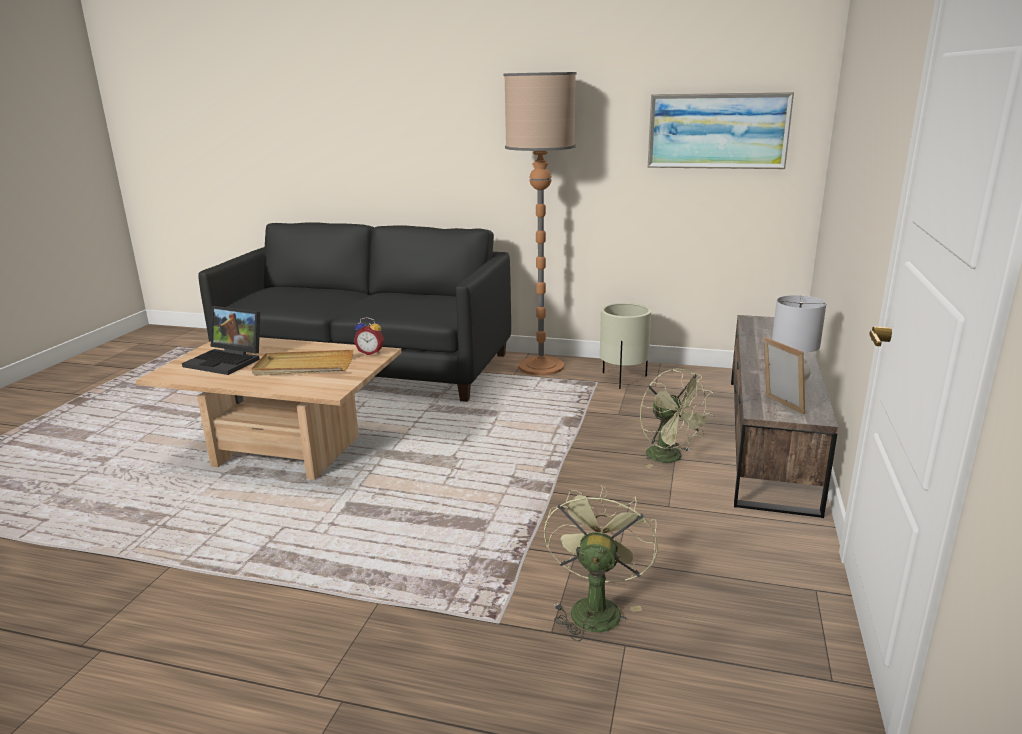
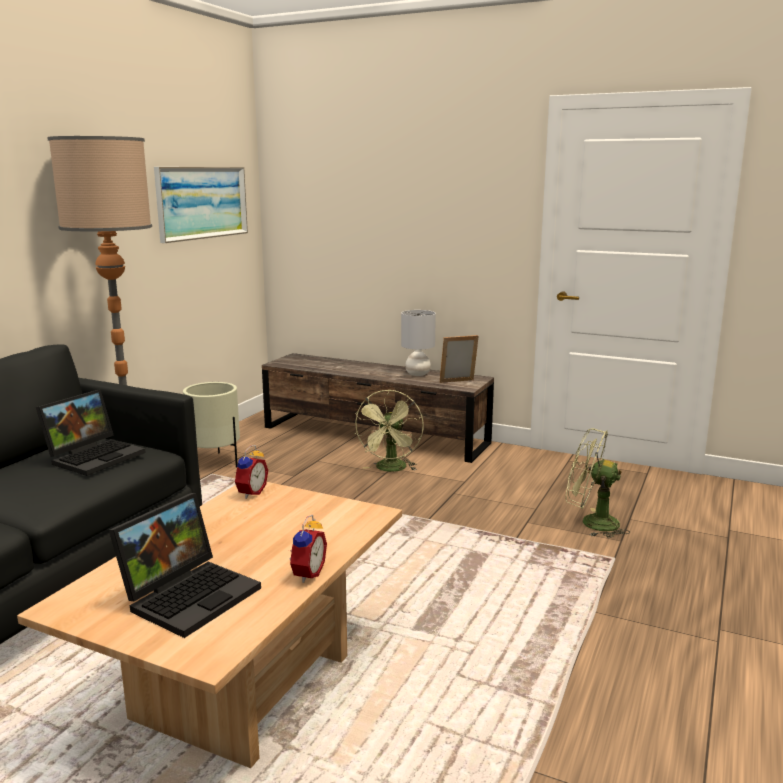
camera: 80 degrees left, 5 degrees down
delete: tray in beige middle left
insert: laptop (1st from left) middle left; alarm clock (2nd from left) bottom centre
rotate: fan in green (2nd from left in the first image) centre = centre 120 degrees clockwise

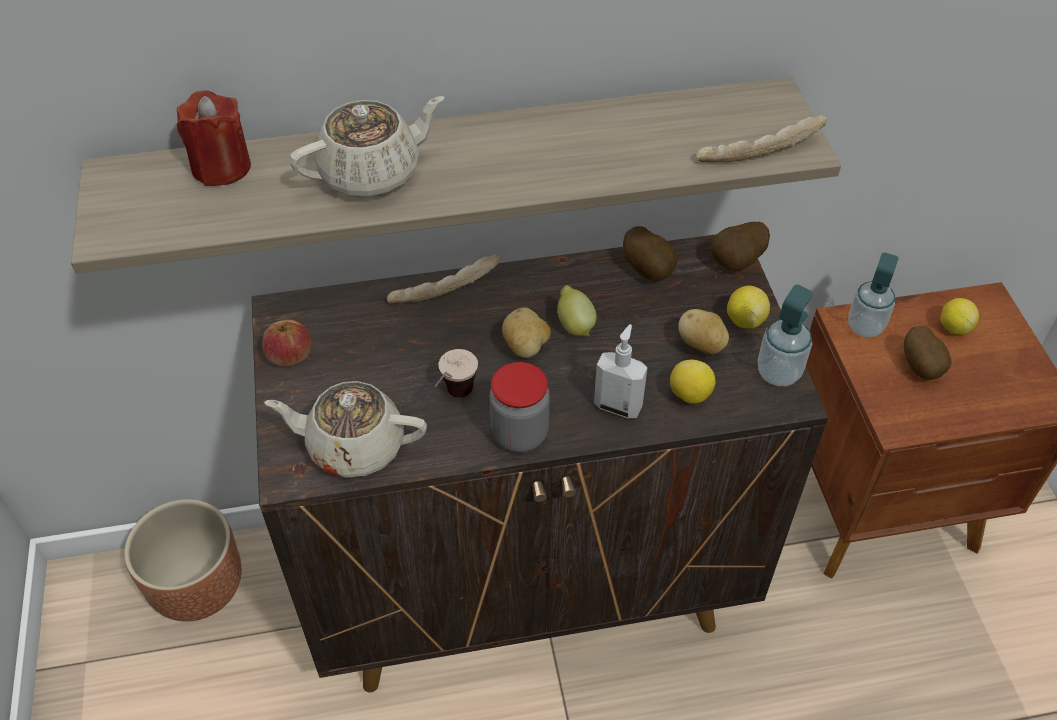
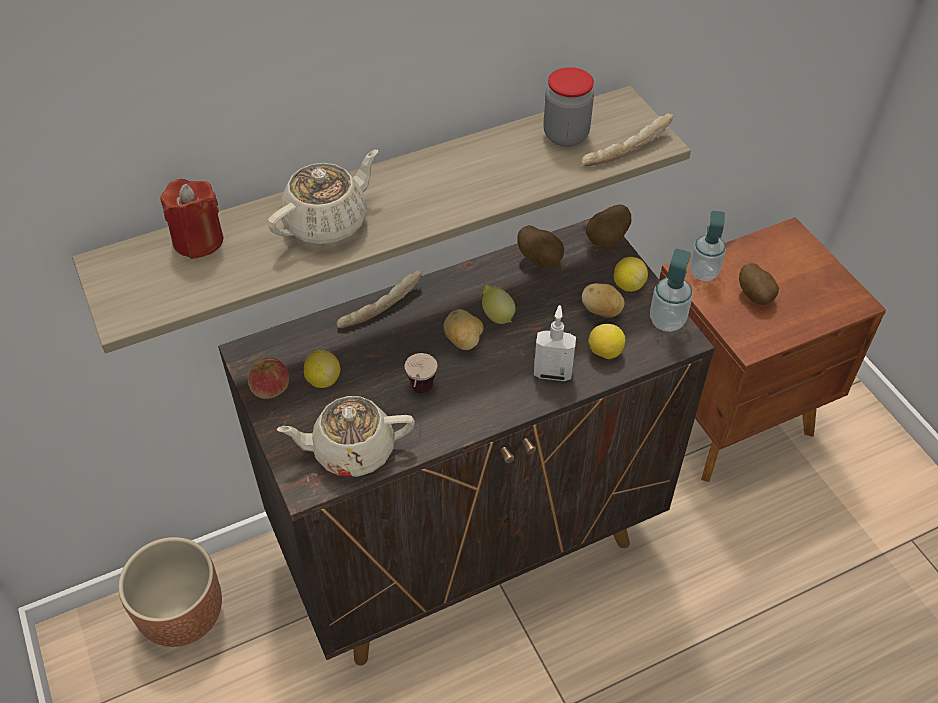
camera: 15 degrees left, 0 degrees up
move: lemon (4th from left in the first image) middle right to lemon (1st from left) centre; jar centre to top centre

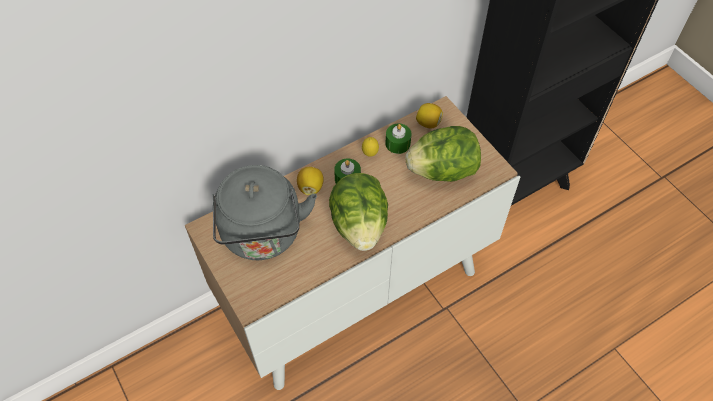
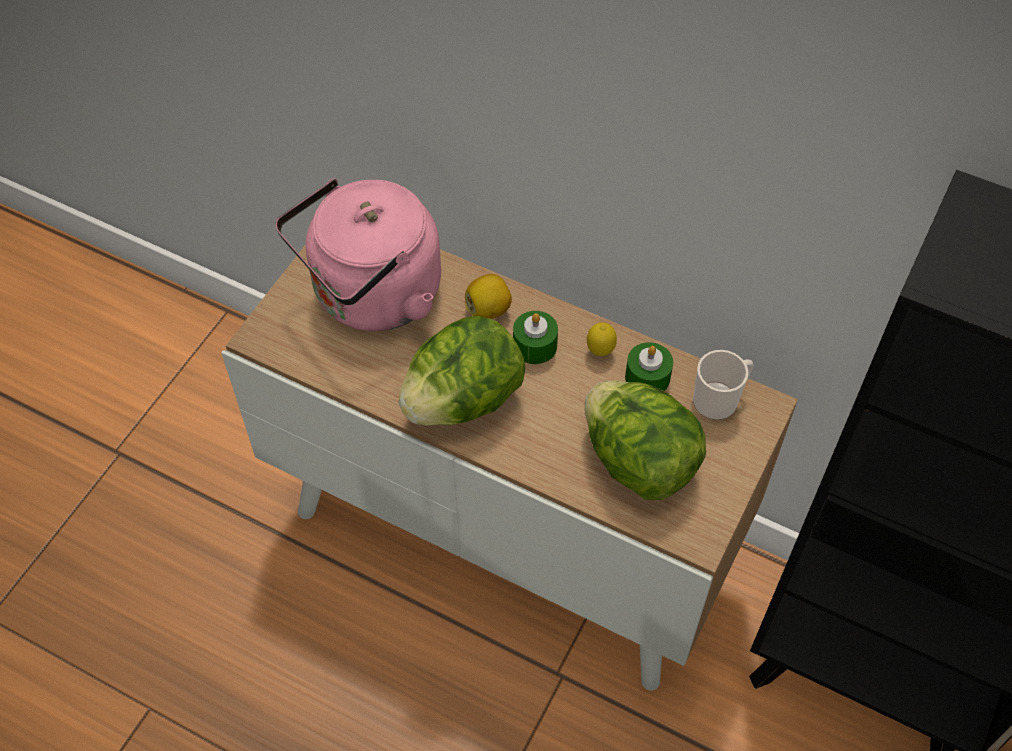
camera: 60 degrees right, 0 degrees up
replace: lemon (3rd from left) top centre to mug middle right
recolor: kettle in grey centre to kettle in pink centre

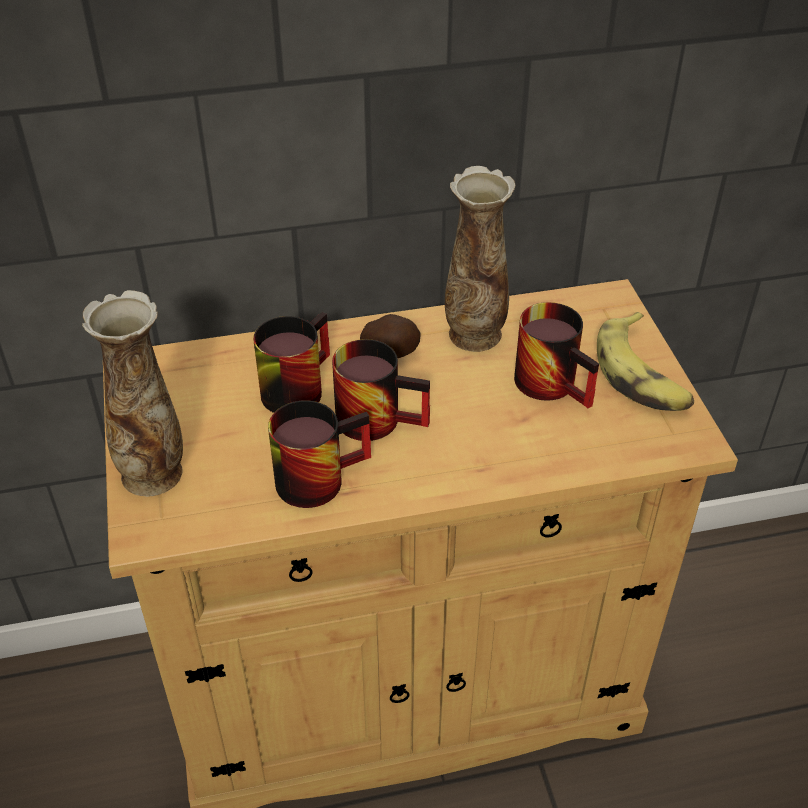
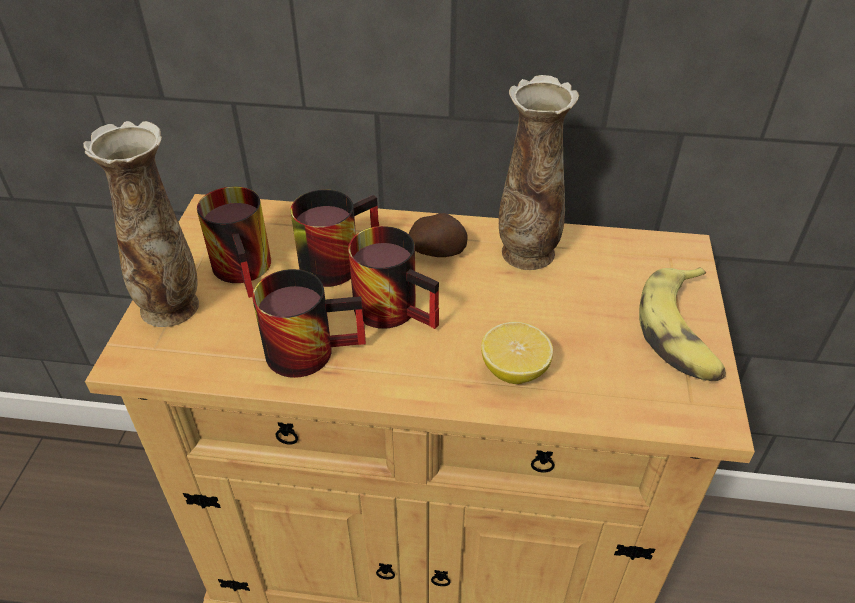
camera: 20 degrees right, 0 degrees up
insert: lemon centre
move: mug (4th from left in the first image) middle right to mug (1st from left) middle left

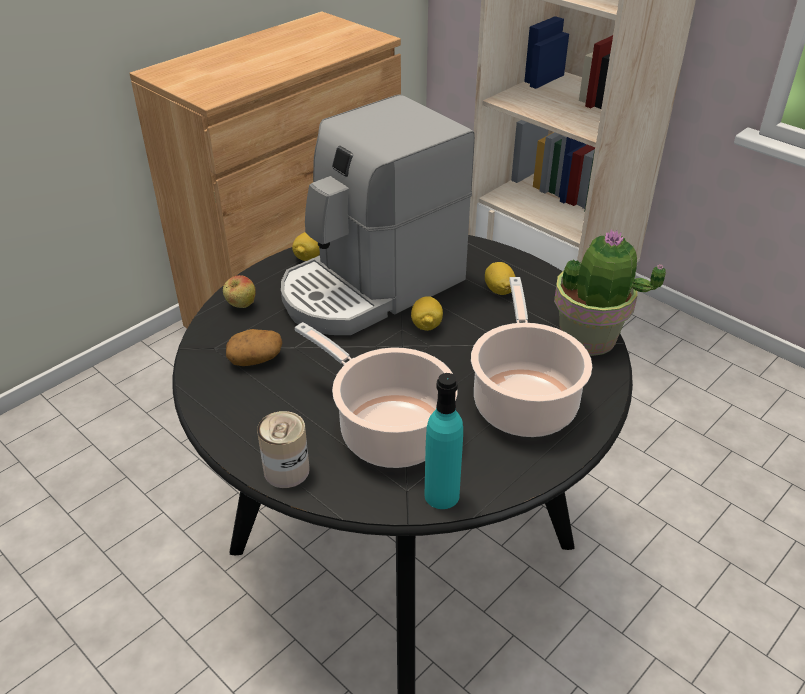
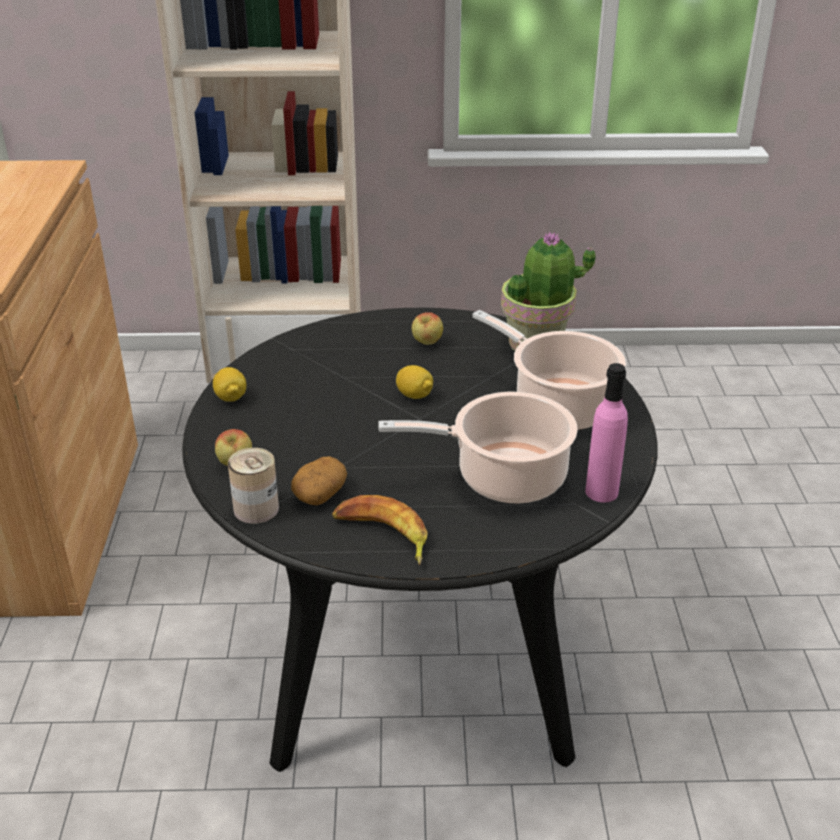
camera: 45 degrees left, 5 degrees down
delete: coffee machine top centre
insert: banana centre
move: can centre to middle left
replace: lemon (3rd from left) centre to apple (2nd from left) centre
recolor: bottle in turquoise centre to bottle in pink middle right

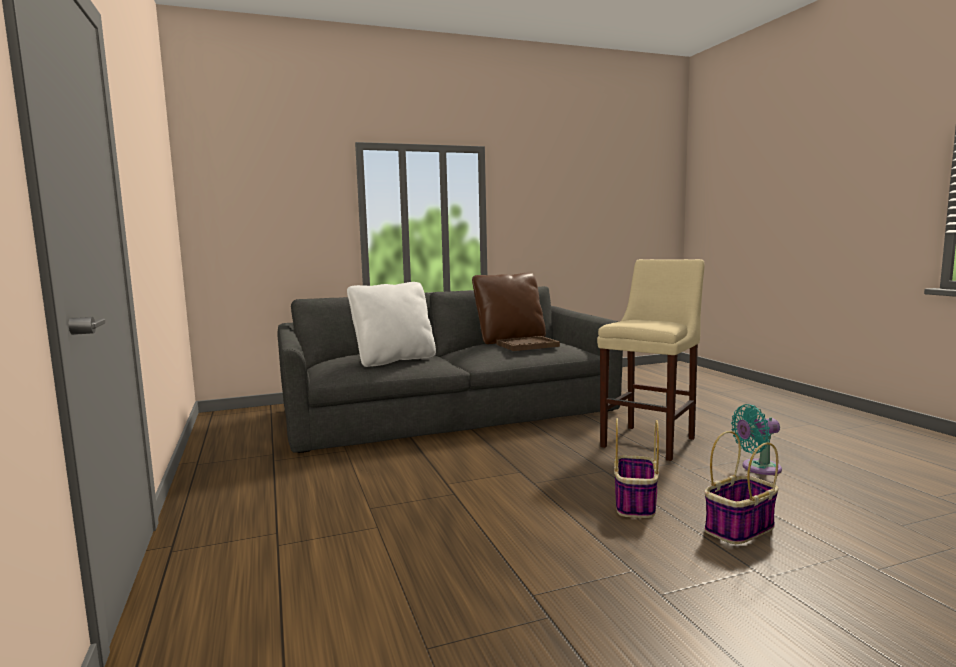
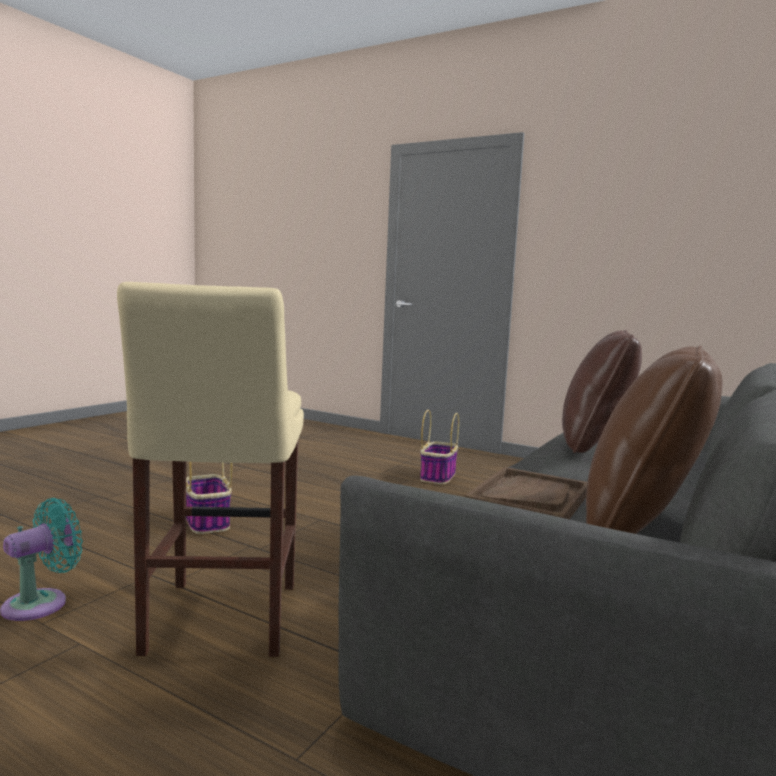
camera: 140 degrees right, 0 degrees up
move: basket (2nd from left) bottom right to centre
recolor: pillow in white centre to pillow in brown (1st from left) middle right

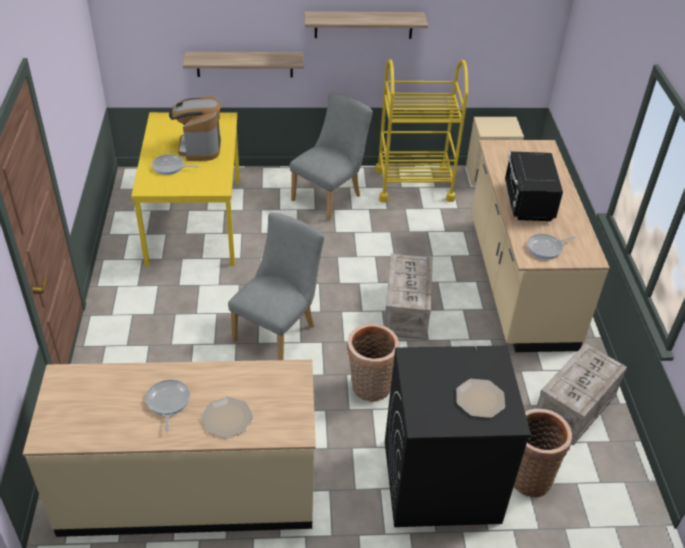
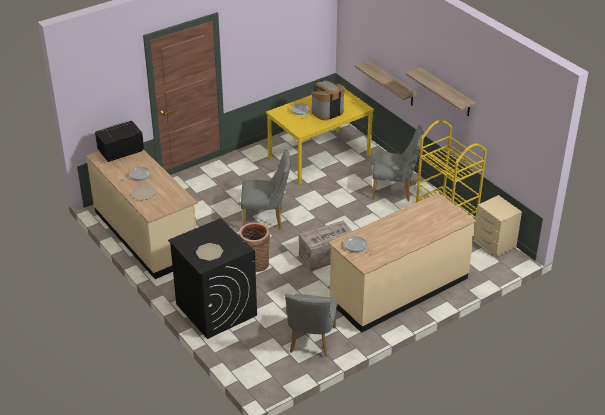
camera: 60 degrees right, 5 degrees down
delete: basket (2nd from left) bottom right
move: microwave in black middle right to middle left
replace: crate (2nd from left) bottom right to chair in grey (2nd from left) bottom centre

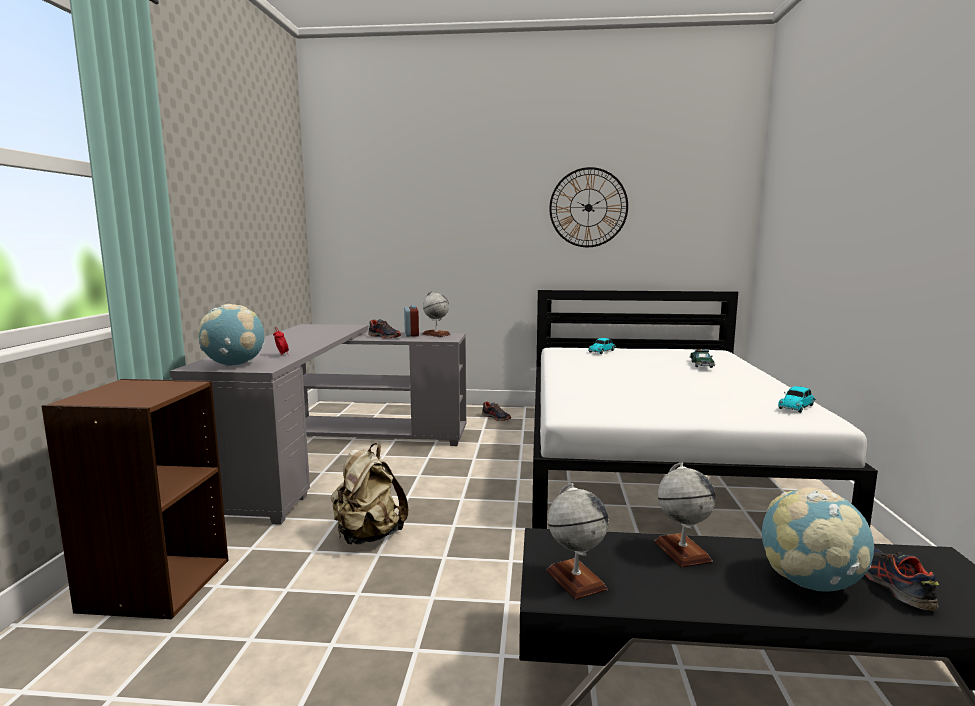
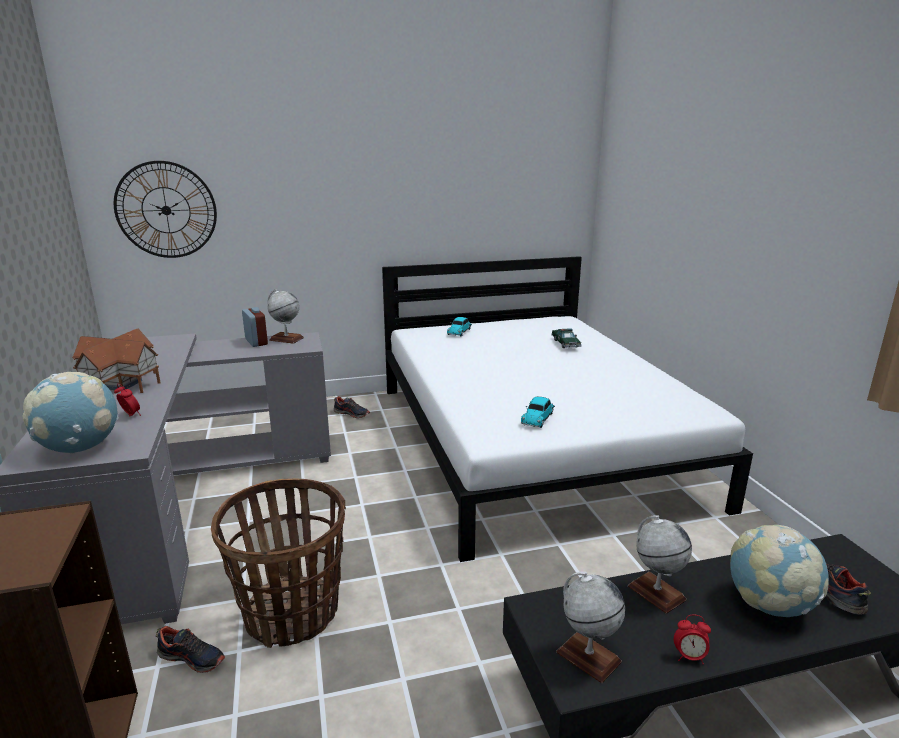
camera: 20 degrees left, 10 degrees up
insert: toy house middle left; alarm clock (3rd from left) bottom right
move: wall clock top centre to top left; shoe (1st from left) centre to bottom left; toy car (3rd from left in the first image) middle right to toy car (2nd from left) centre
replace: backpack in beige bottom centre to basket bottom left

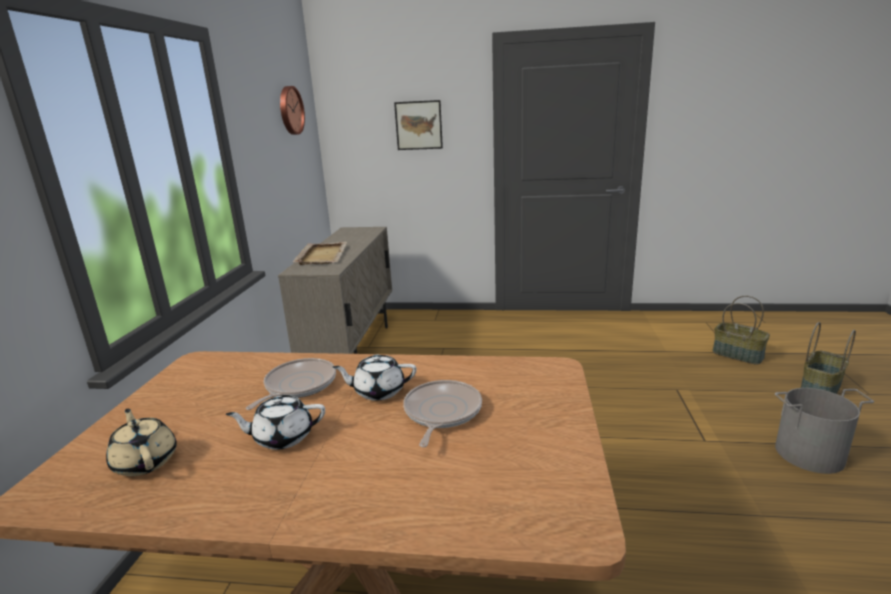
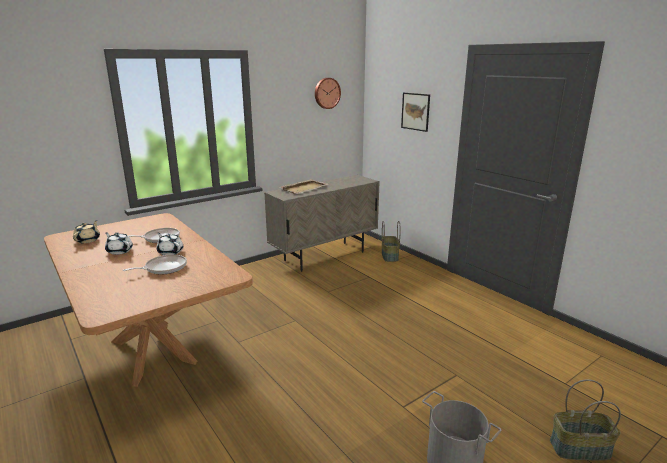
camera: 45 degrees right, 0 degrees up
move: basket (1st from left) middle right to centre

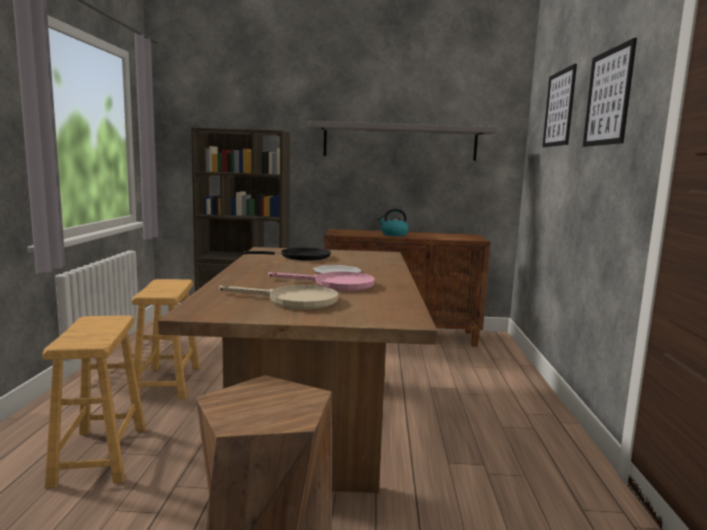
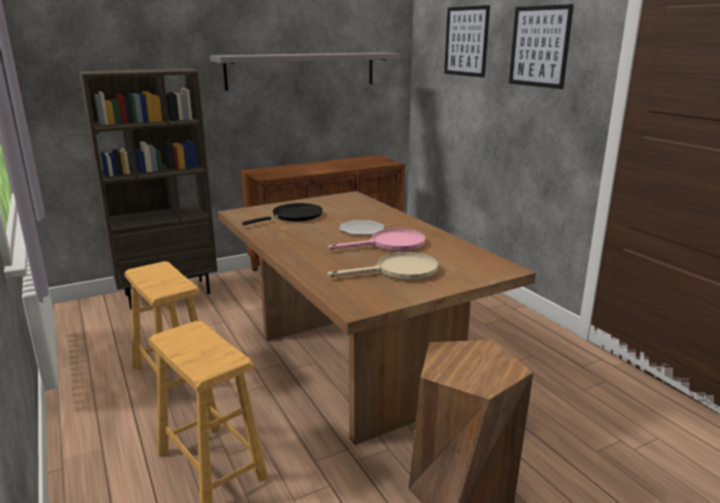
camera: 30 degrees left, 10 degrees up
delete: kettle centre

